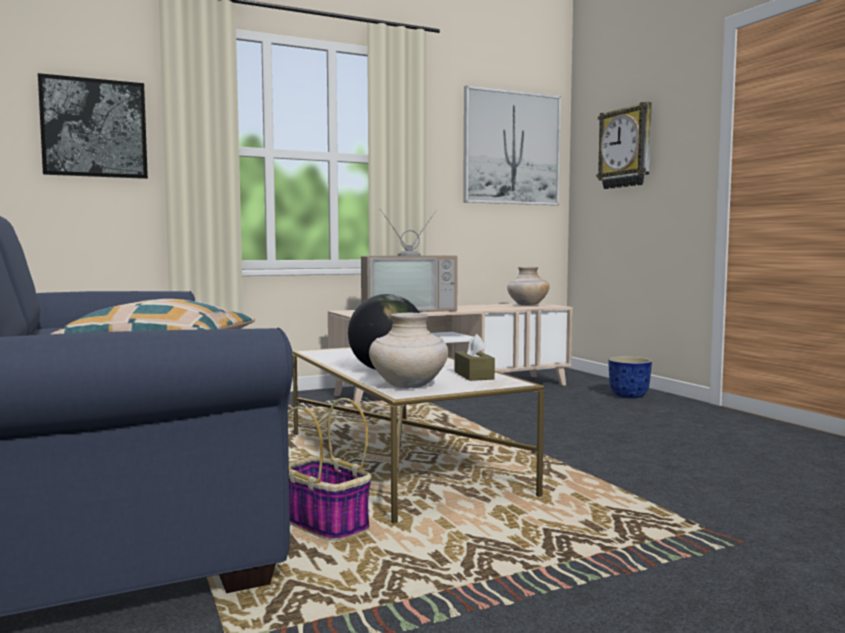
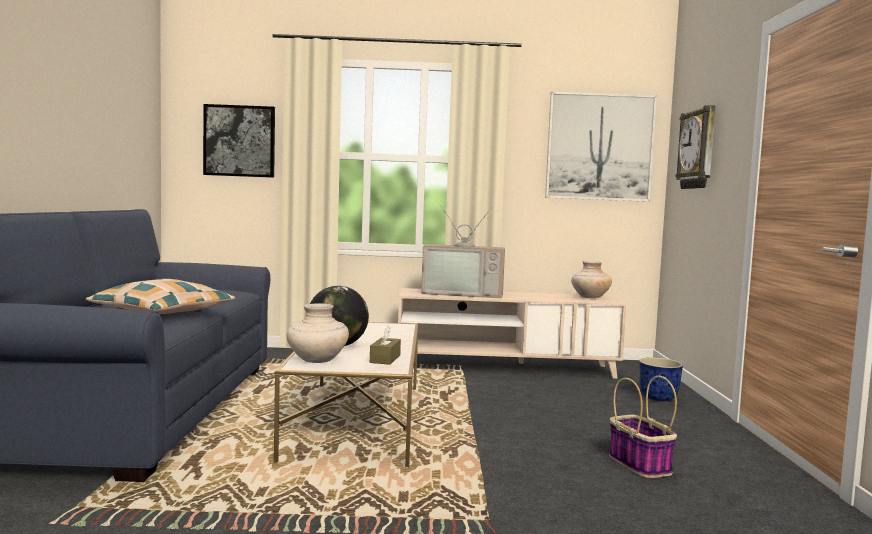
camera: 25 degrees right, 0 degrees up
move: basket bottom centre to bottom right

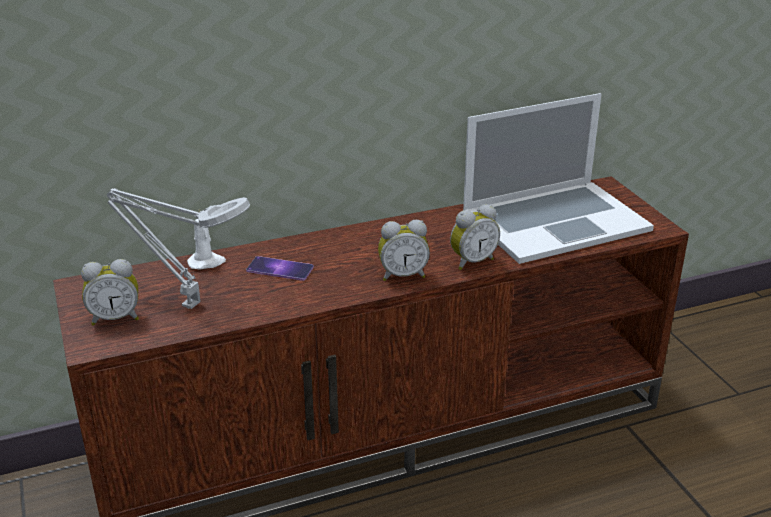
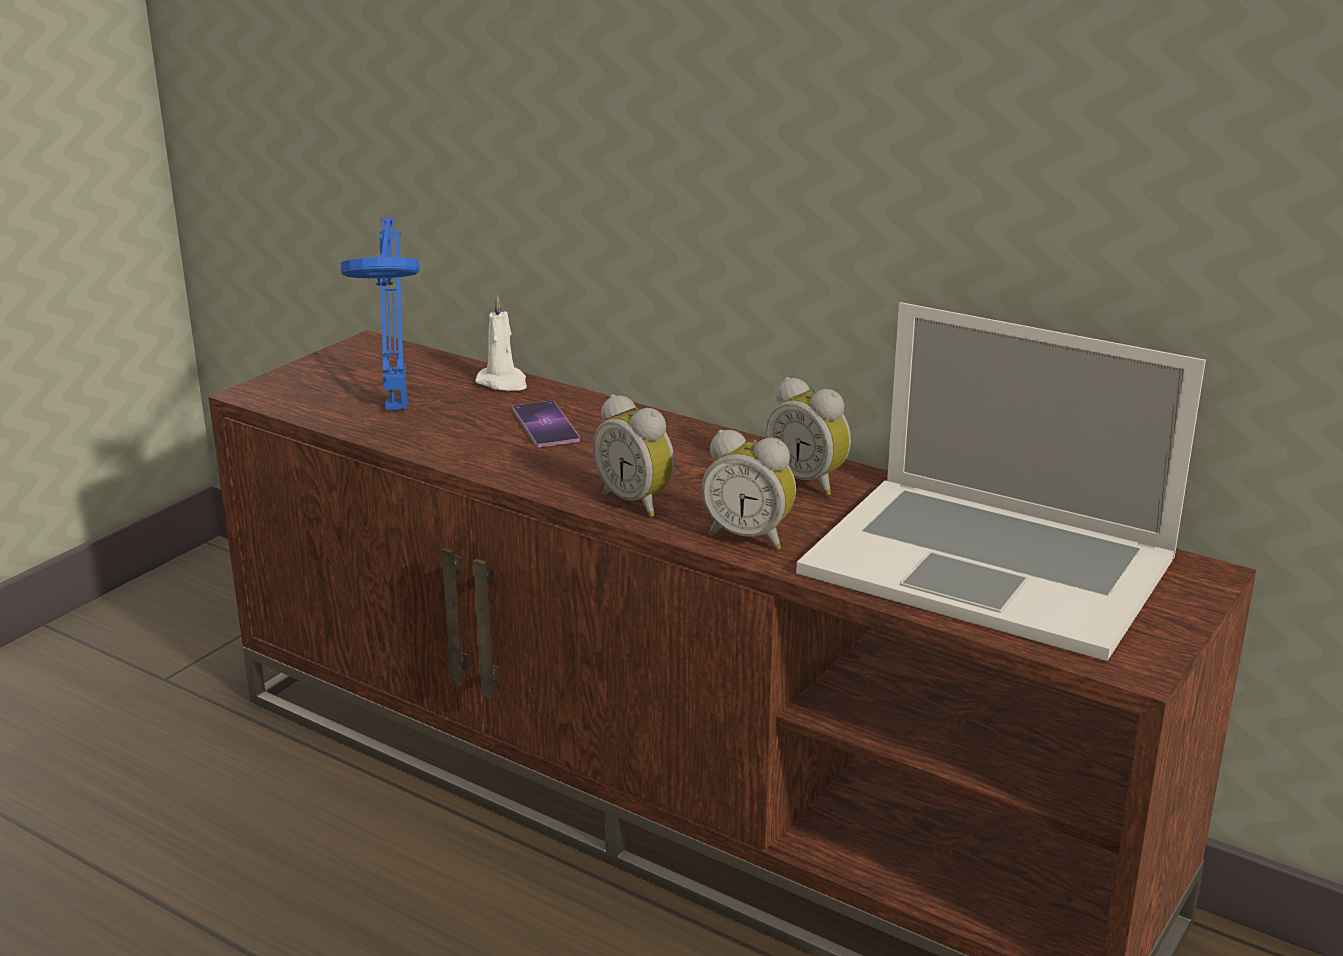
camera: 55 degrees right, 5 degrees down
move: alarm clock (1st from left in the first image) middle left to alarm clock (3rd from left) centre
recolor: table lamp in grey middle left to table lamp in blue top left

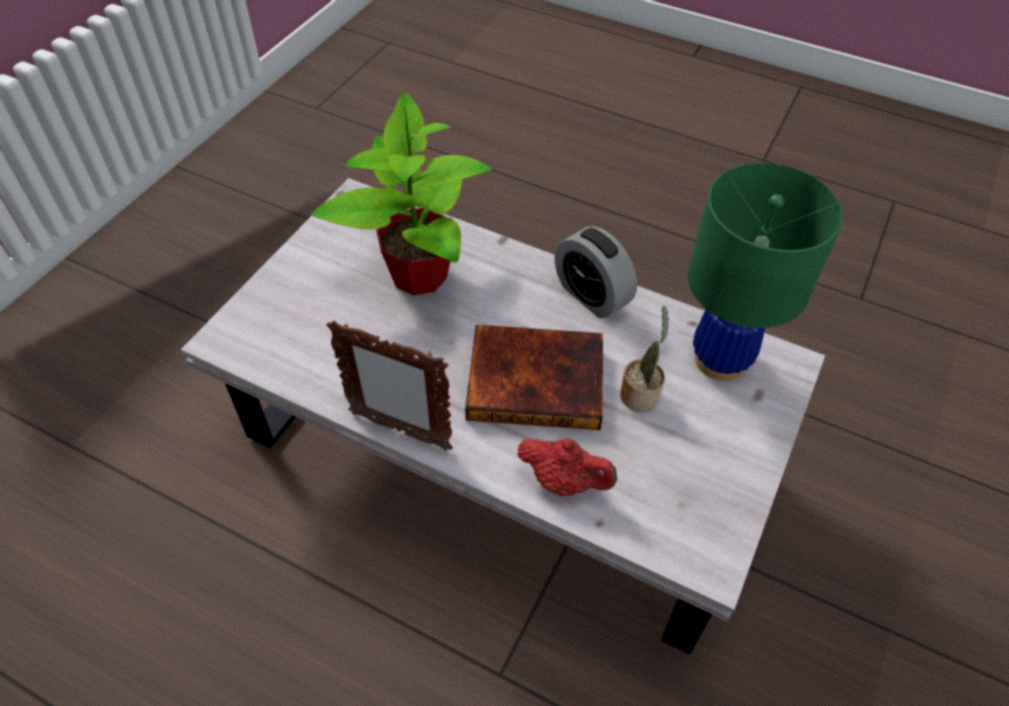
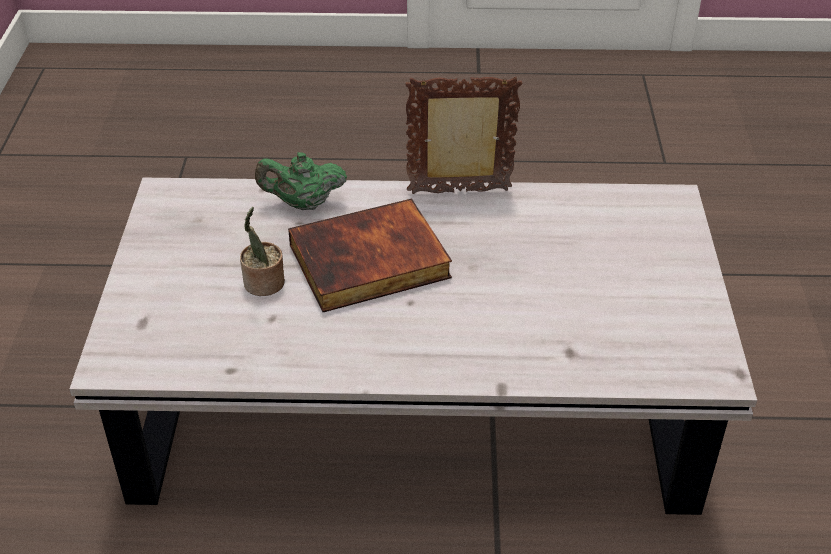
camera: 155 degrees right, 10 degrees down
delete: potted plant (1st from left) top centre; table lamp in green middle right; alarm clock centre
recolor: teapot in red centre to teapot in green top centre

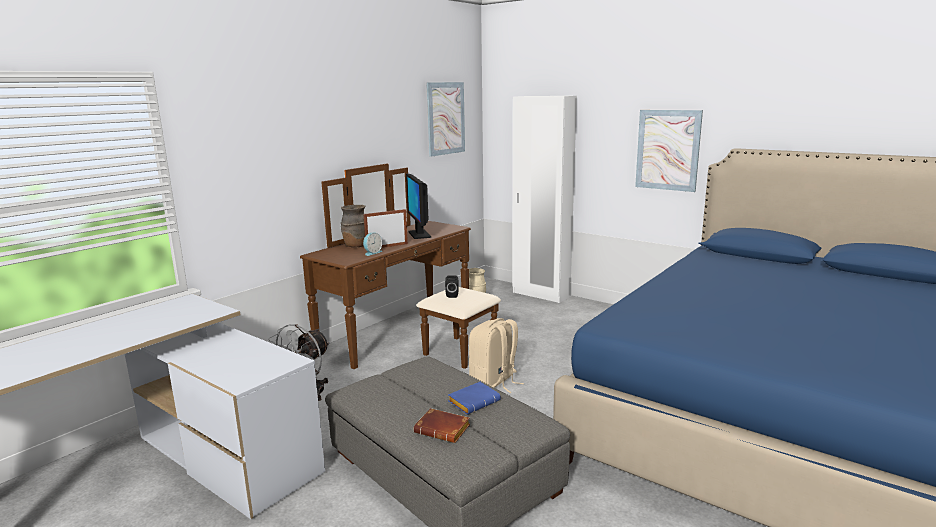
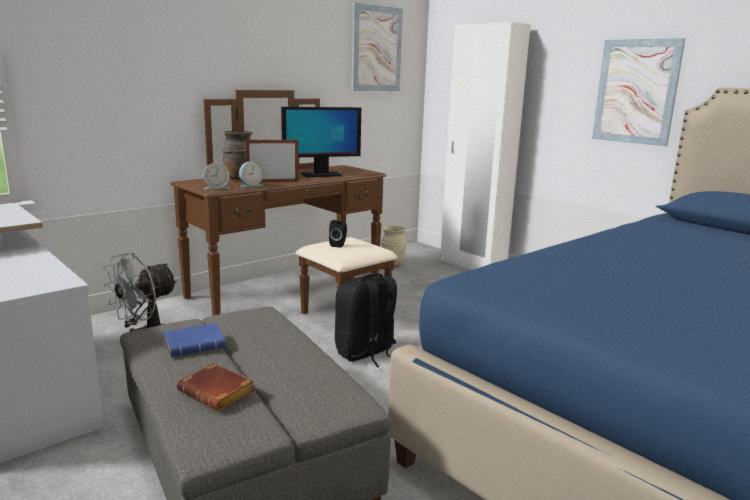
camera: 10 degrees right, 0 degrees up
insert: alarm clock (1st from left) middle left
move: book in blue bottom centre to bottom left
recolor: backpack in beige bottom centre to backpack in black centre
rotate: monitor centre = top centre 105 degrees counterclockwise

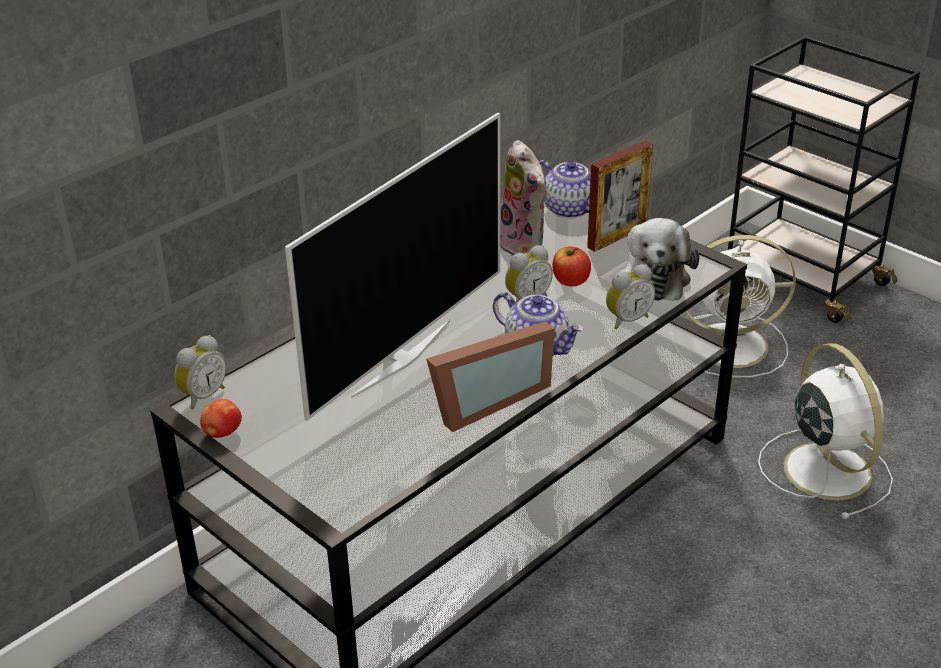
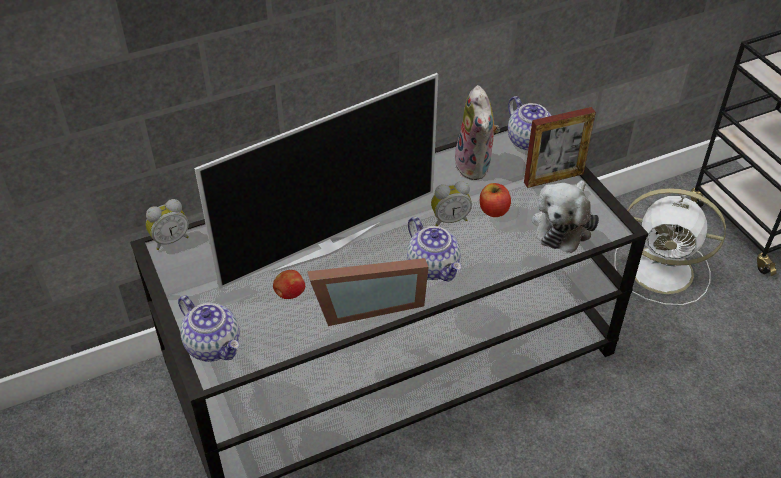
camera: 20 degrees right, 10 degrees up
delete: alarm clock (3rd from left) middle right; fan in white (2nd from left) middle right
insert: teapot (1st from left) bottom left
move: apple (1st from left) middle left to centre

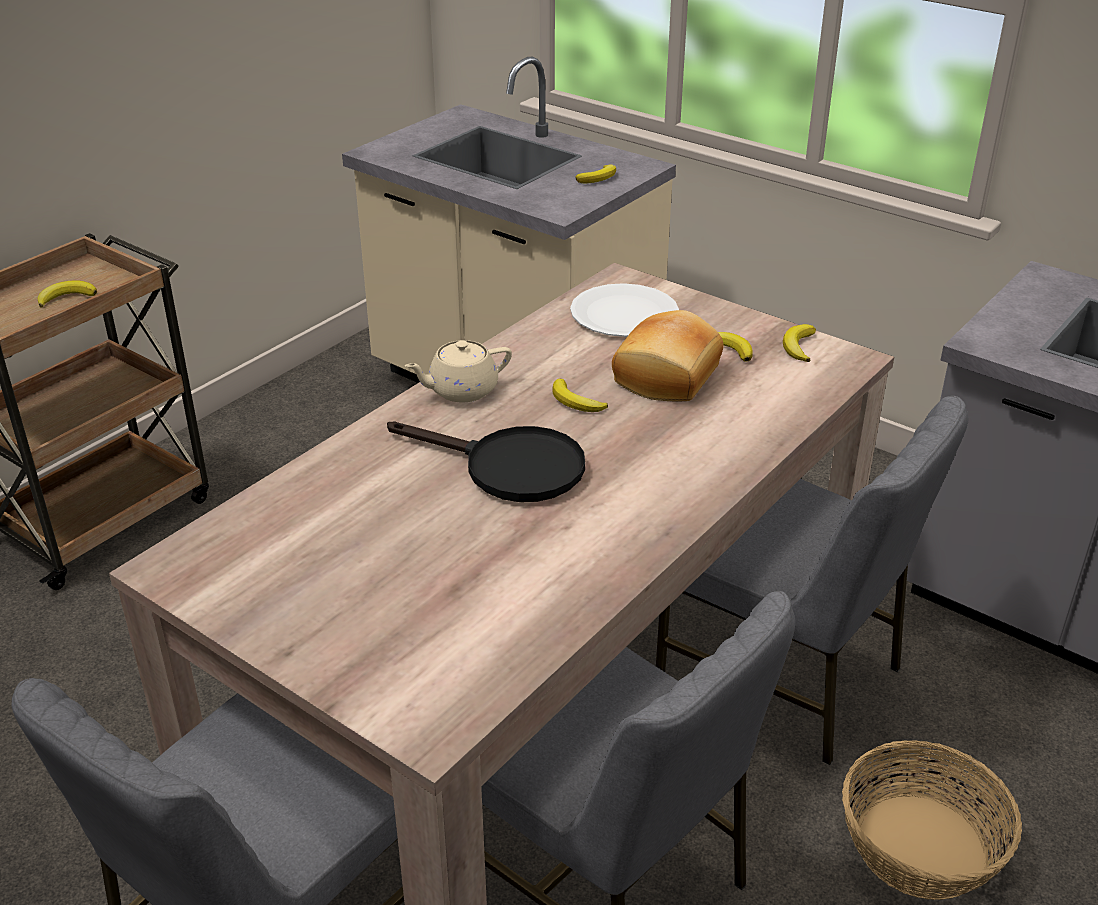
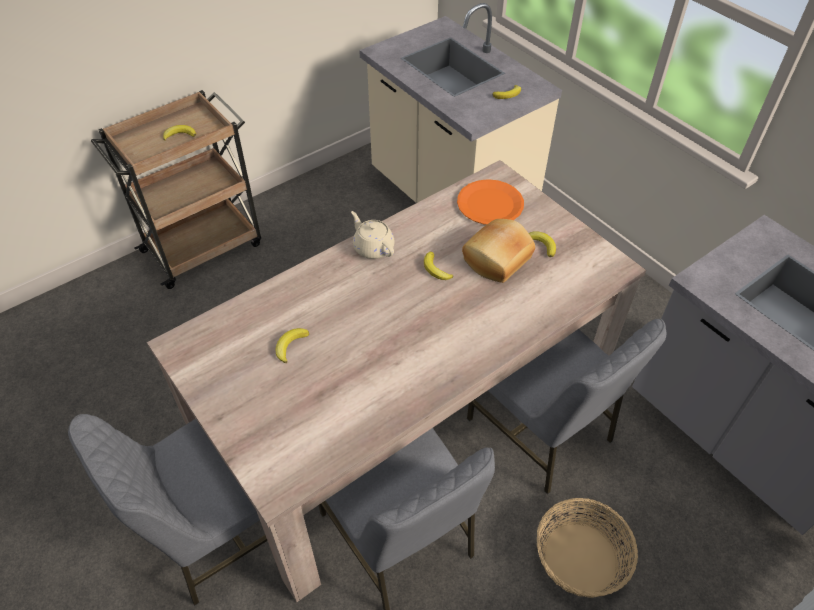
camera: 15 degrees right, 15 degrees up
delete: frying pan in black centre
move: banana (5th from left in the first image) middle right to banana (2nd from left) centre
recolor: plate in white centre to plate in orange top centre
rotate: teapot in beige centre = centre 60 degrees clockwise

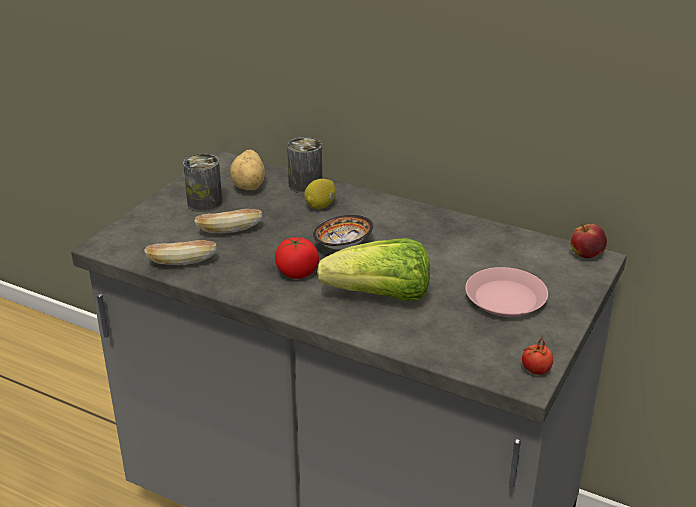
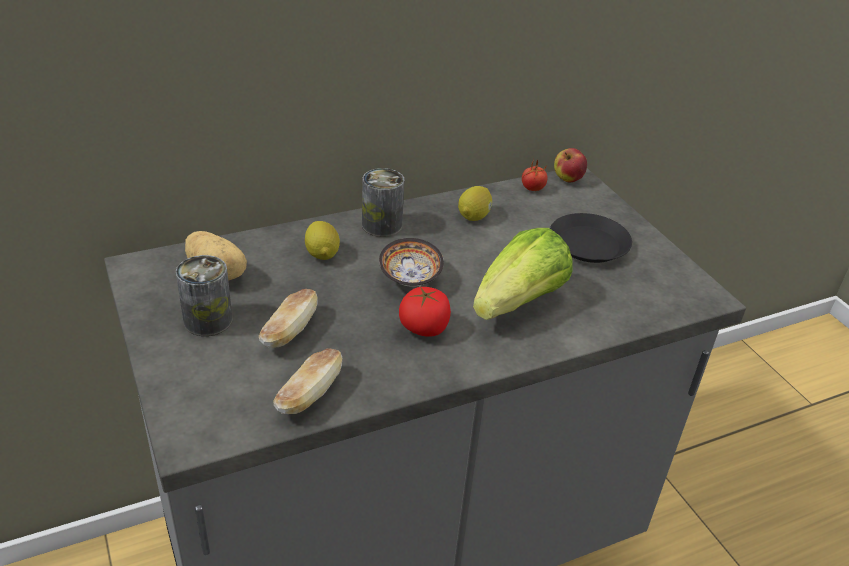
camera: 55 degrees left, 5 degrees up
insert: lemon (2nd from left) centre
move: can (2nd from left) top centre to centre; tomato (2nd from left) bottom right to top centre
recolor: plate in pink middle right to plate in black middle right

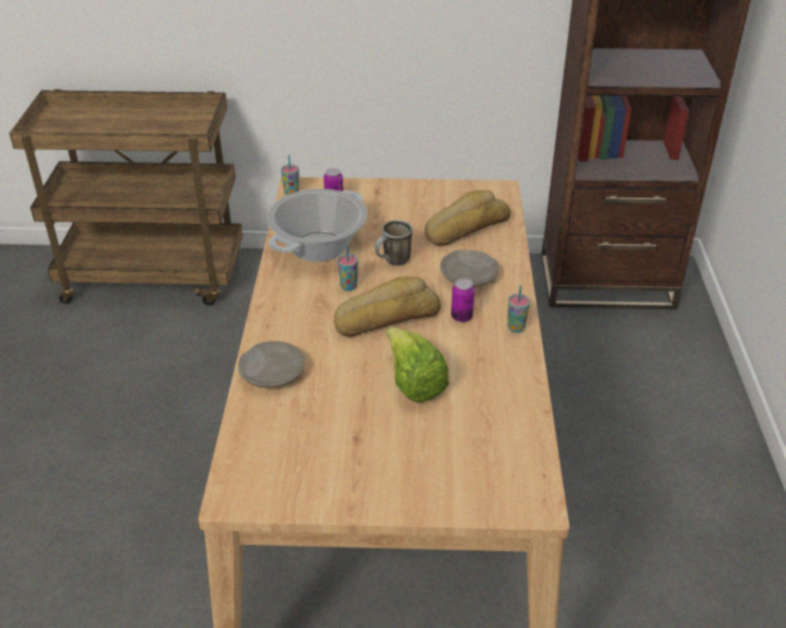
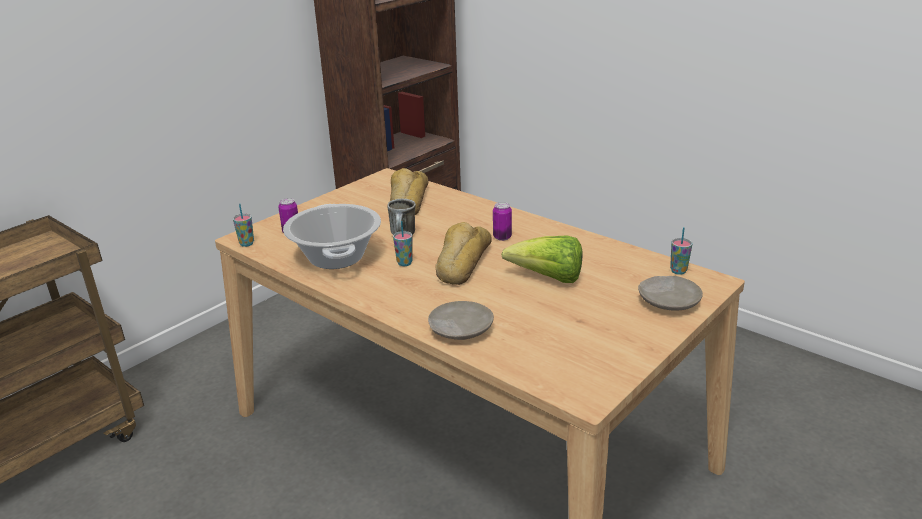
camera: 50 degrees left, 10 degrees down
move: plate in beige (2nd from left) centre to middle right; cup (3rd from left) centre to middle right

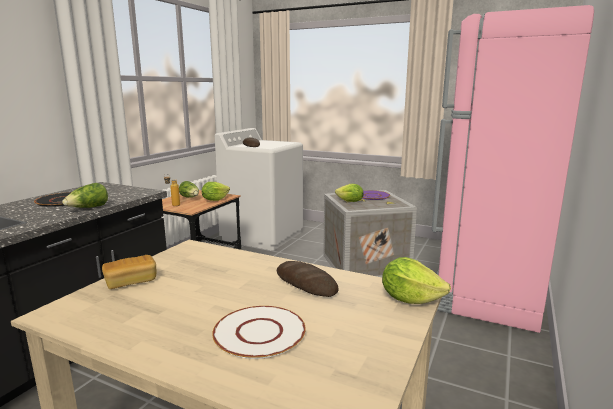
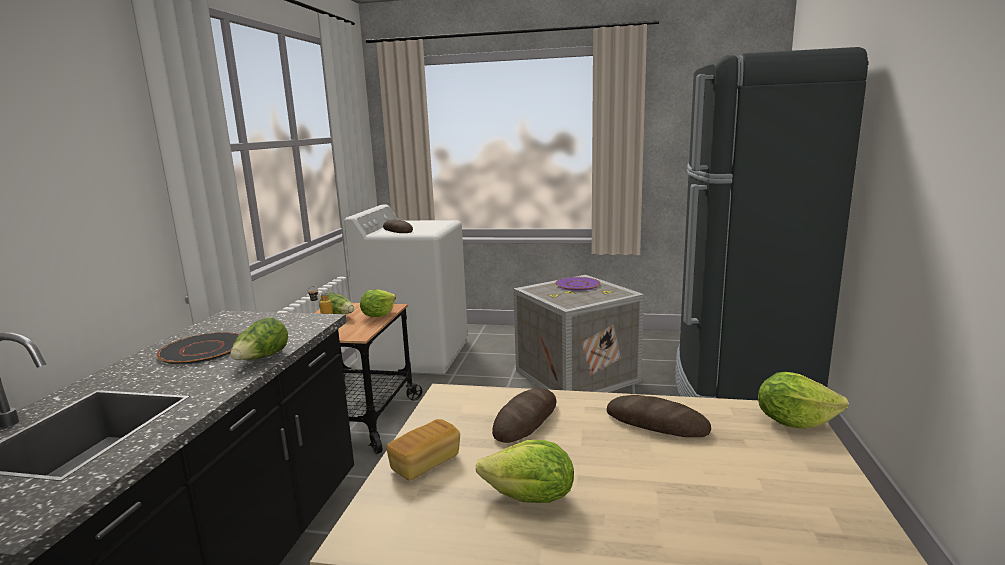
camera: 15 degrees left, 0 degrees up
delete: plate in white bottom centre
insert: bread (3rd from left) bottom centre
move: lettuce (4th from left) centre to bottom centre
recolor: fridge in pink middle right to fridge in black middle right

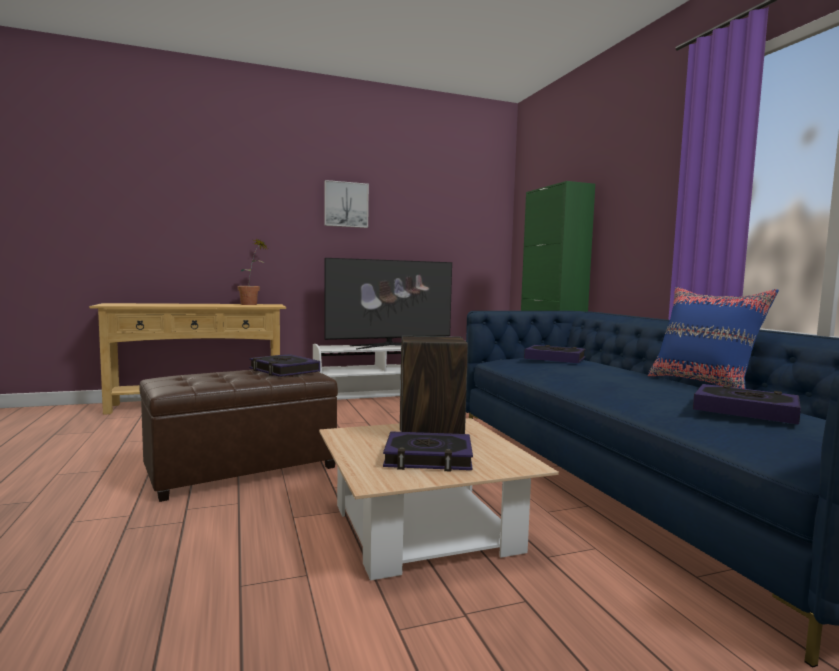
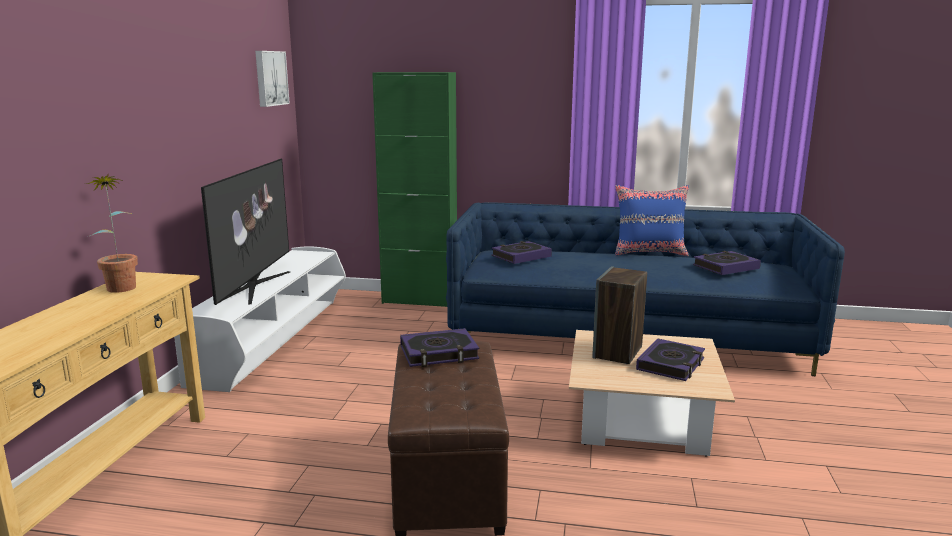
camera: 60 degrees left, 10 degrees up
move: picture top centre to top left

